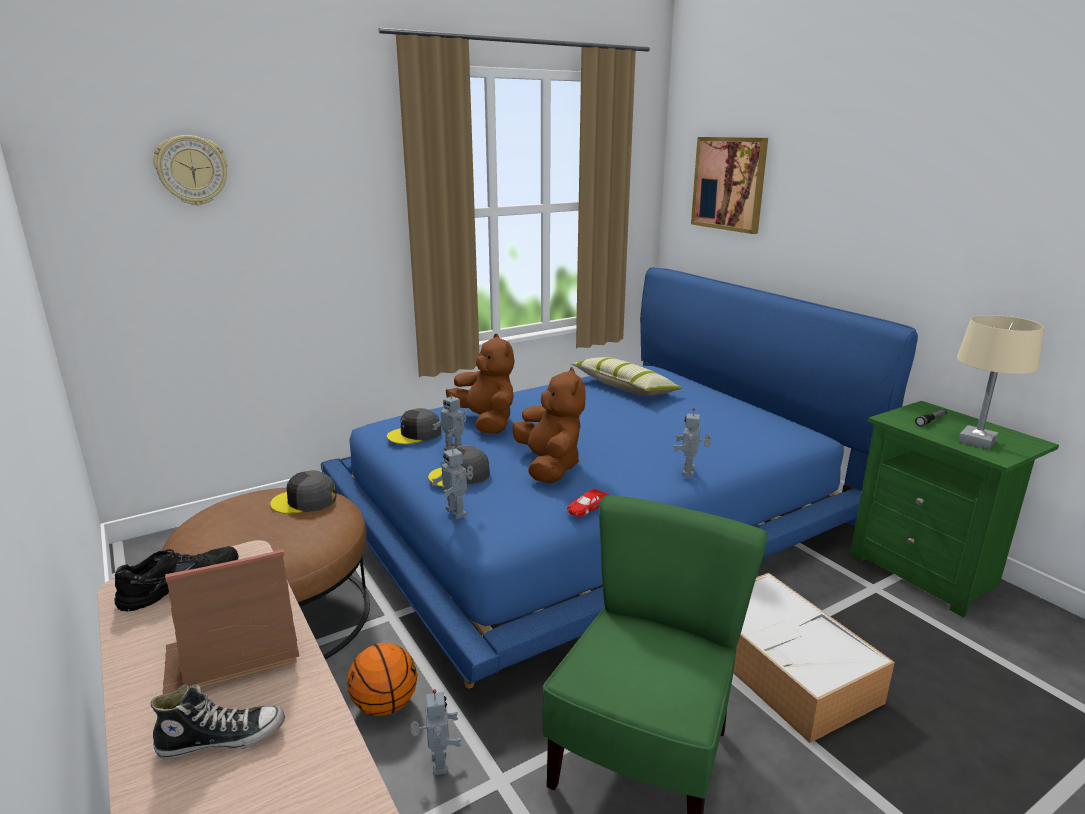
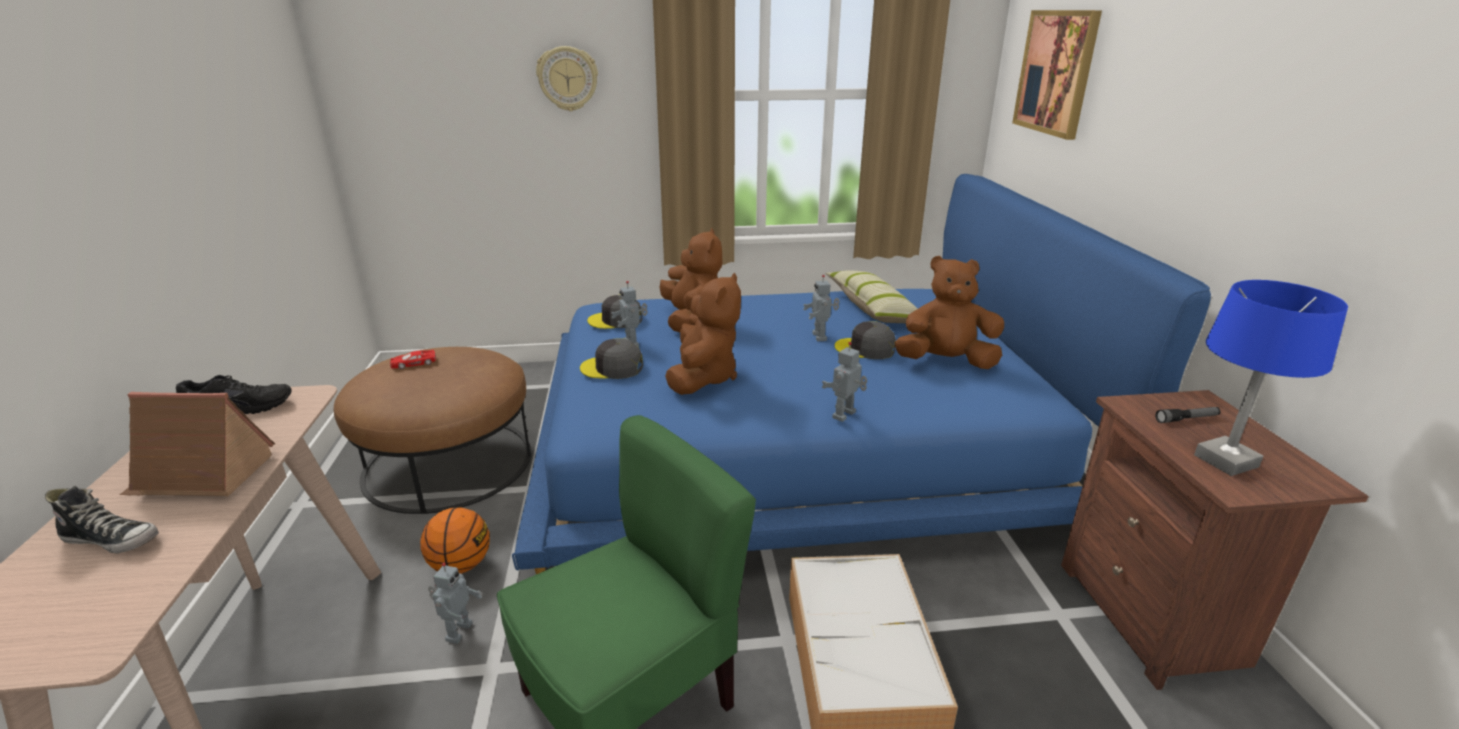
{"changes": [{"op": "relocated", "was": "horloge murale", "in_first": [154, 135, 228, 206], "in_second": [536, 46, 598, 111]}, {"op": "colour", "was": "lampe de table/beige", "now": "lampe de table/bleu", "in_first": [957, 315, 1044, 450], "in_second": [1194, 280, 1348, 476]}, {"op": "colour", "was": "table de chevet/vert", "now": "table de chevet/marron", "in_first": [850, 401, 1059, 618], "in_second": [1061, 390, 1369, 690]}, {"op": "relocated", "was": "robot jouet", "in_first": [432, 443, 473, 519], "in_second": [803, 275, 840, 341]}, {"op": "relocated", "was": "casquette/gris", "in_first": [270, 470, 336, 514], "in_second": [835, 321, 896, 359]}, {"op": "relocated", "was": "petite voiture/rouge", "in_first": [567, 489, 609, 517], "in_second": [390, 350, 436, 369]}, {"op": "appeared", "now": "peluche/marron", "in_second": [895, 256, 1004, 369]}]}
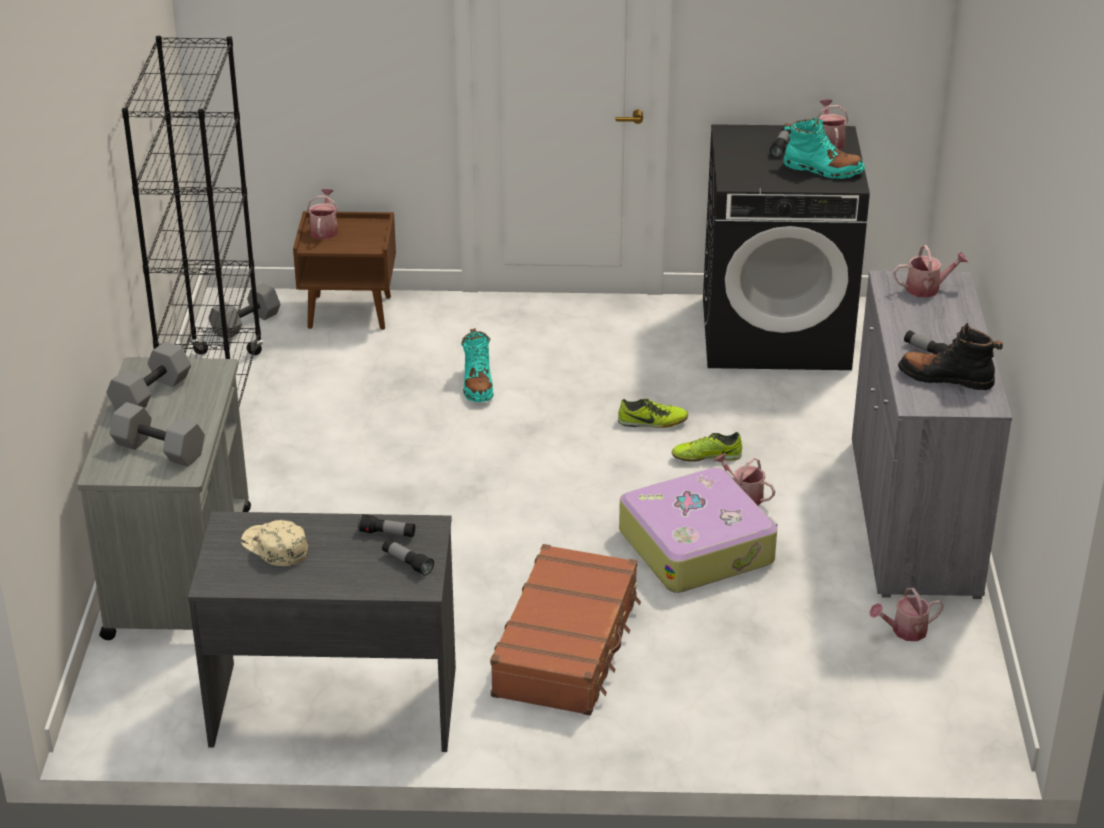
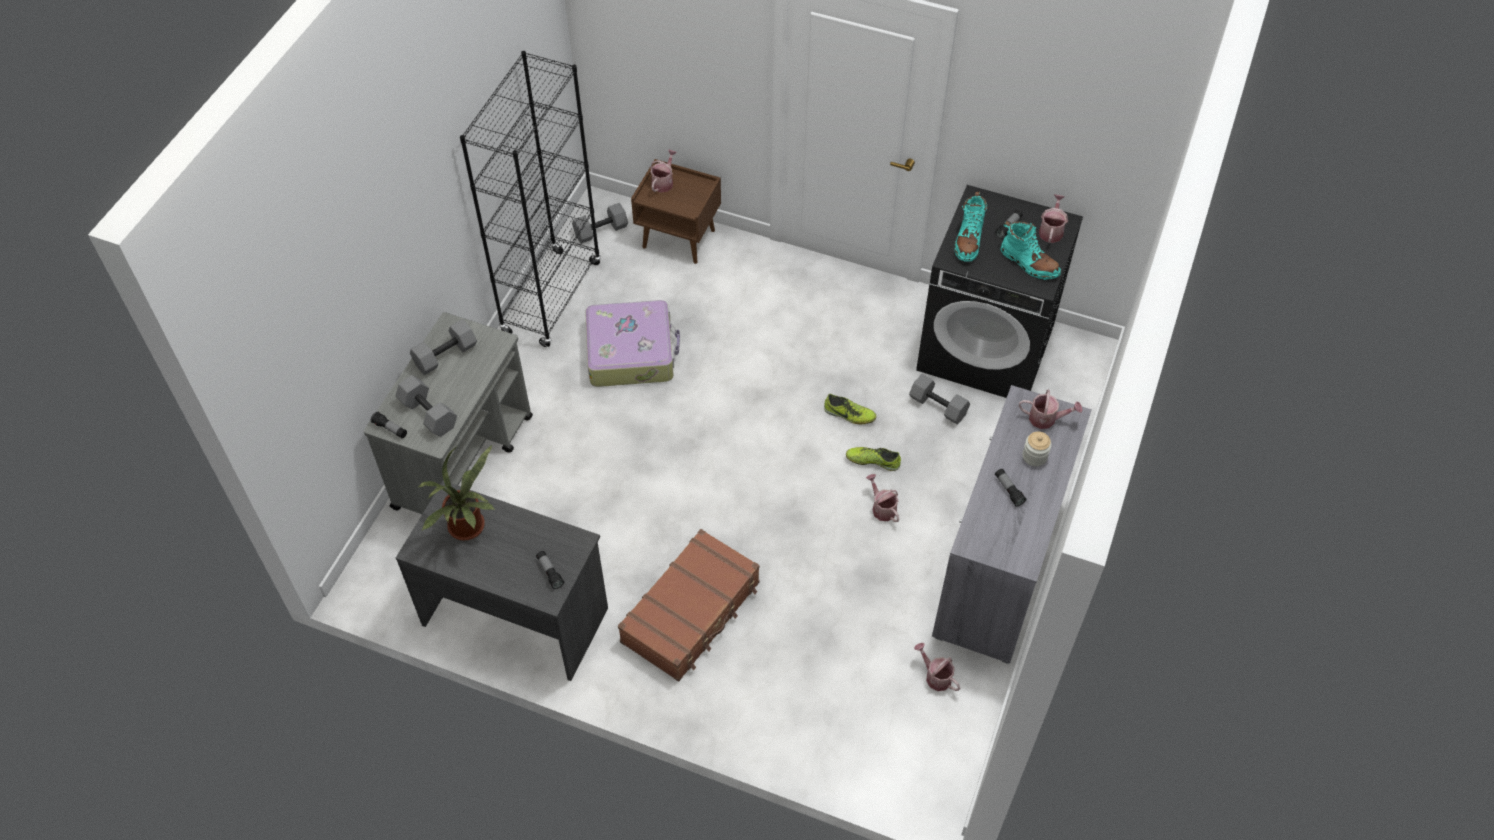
{"changes": [{"op": "missing", "was": "botte/noir", "in_first": [898, 323, 1003, 390]}, {"op": "relocated", "was": "botte/turquoise", "in_first": [461, 328, 493, 402], "in_second": [954, 192, 988, 262]}, {"op": "relocated", "was": "valise", "in_first": [619, 468, 777, 593], "in_second": [585, 300, 680, 387]}, {"op": "relocated", "was": "lampe de poche", "in_first": [358, 514, 415, 537], "in_second": [371, 411, 407, 438]}, {"op": "exchanged", "was": "casquette/beige", "now": "plante en pot", "in_first": [241, 520, 308, 566], "in_second": [419, 445, 496, 541]}, {"op": "spun", "was": "arrosoir", "in_first": [869, 588, 944, 641], "in_second": [914, 643, 960, 691], "clockwise": 45}, {"op": "appeared", "now": "haltère/gris", "in_second": [909, 374, 970, 425]}, {"op": "appeared", "now": "bocal", "in_second": [1022, 432, 1052, 466]}]}
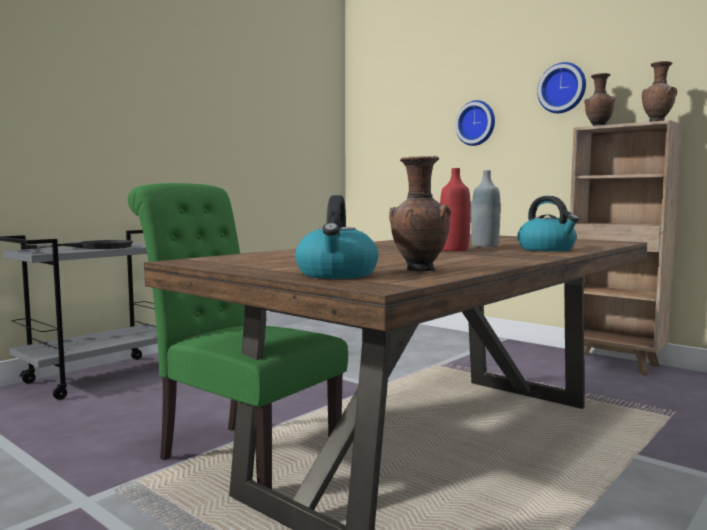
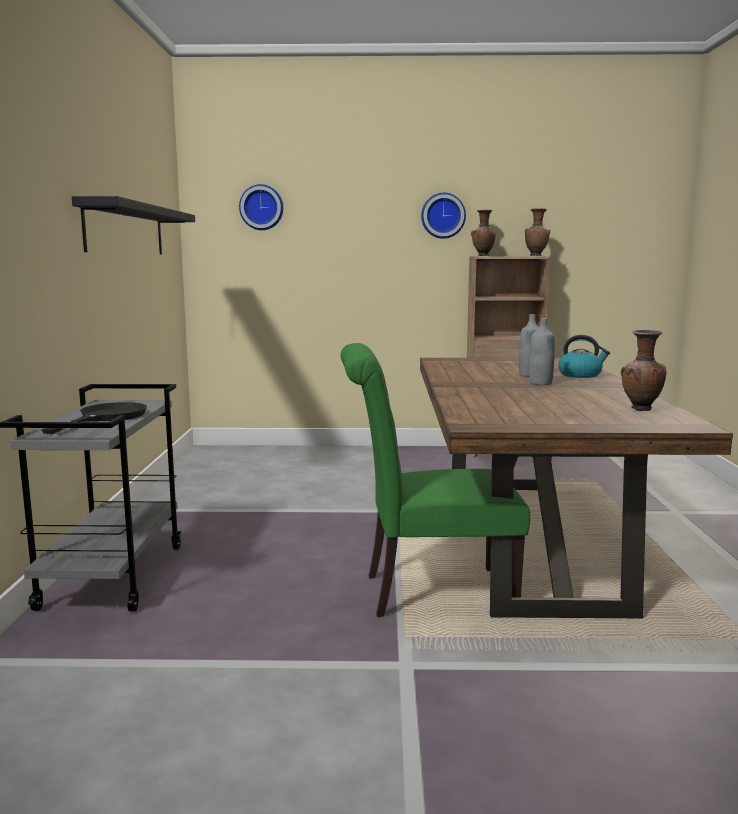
{"changes": [{"op": "relocated", "was": "horloge murale", "in_first": [455, 100, 495, 146], "in_second": [239, 184, 283, 230]}, {"op": "colour", "was": "bouteille/rouge", "now": "bouteille/gris", "in_first": [440, 168, 471, 251], "in_second": [529, 318, 555, 385]}, {"op": "missing", "was": "bouilloire", "in_first": [295, 195, 378, 279]}, {"op": "appeared", "now": "étagère/noir", "in_second": [72, 196, 195, 254]}]}
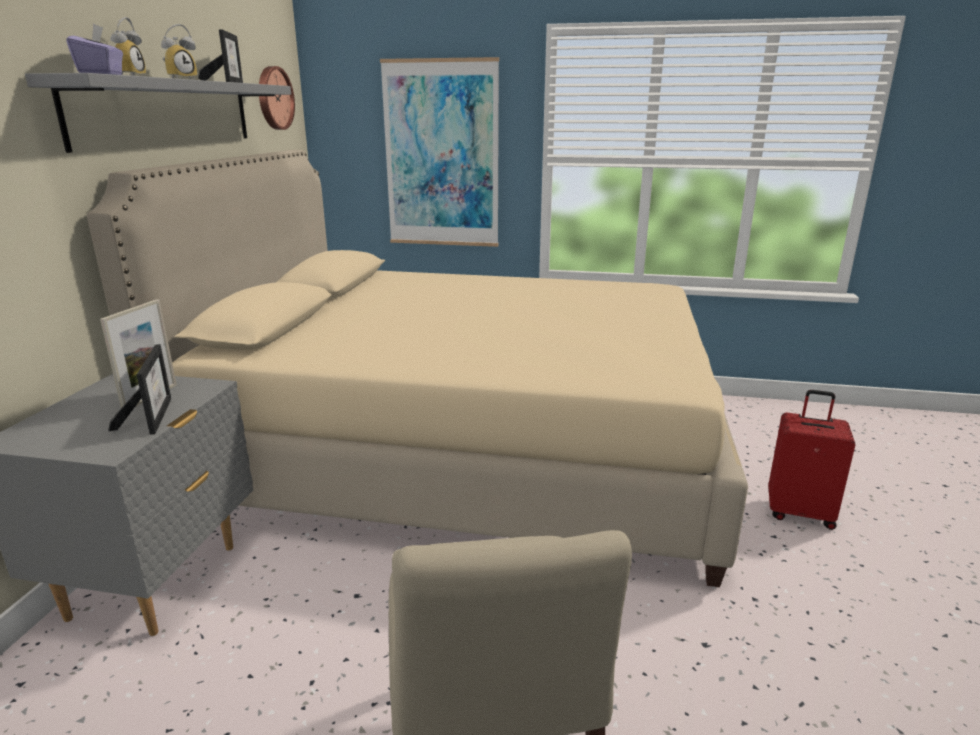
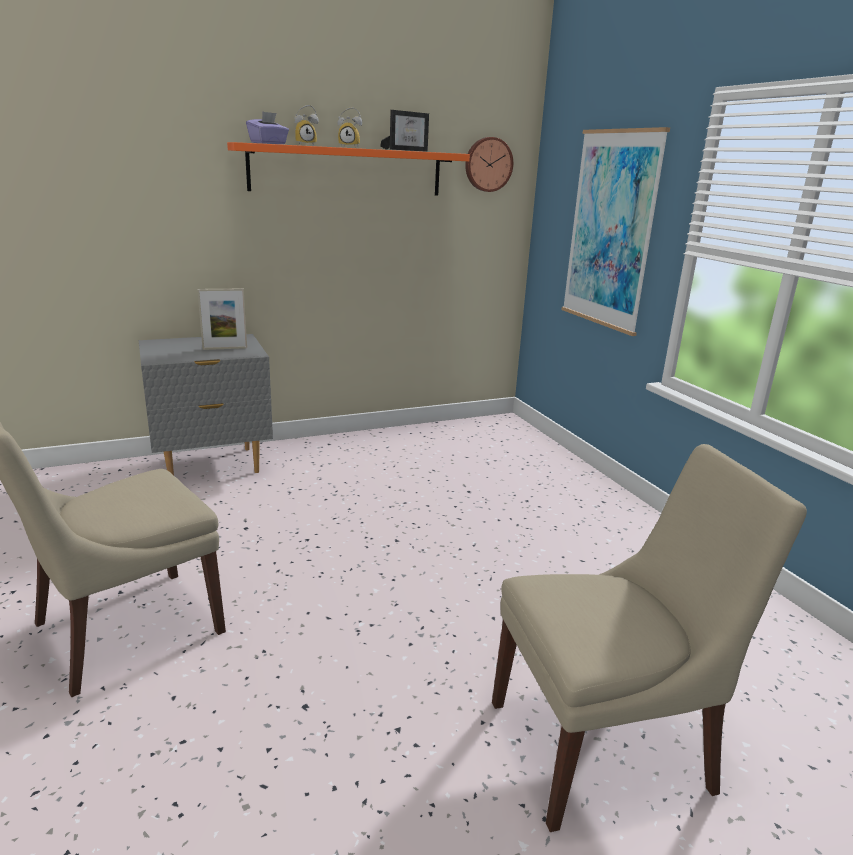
{"changes": [{"op": "colour", "was": "étagère/gris", "now": "étagère/orange", "in_first": [25, 73, 291, 153], "in_second": [227, 142, 470, 196]}, {"op": "missing", "was": "lit/beige", "in_first": [87, 150, 748, 587]}, {"op": "missing", "was": "cadre photo", "in_first": [108, 344, 172, 435]}, {"op": "exchanged", "was": "valise/rouge", "now": "chaise/beige", "in_first": [768, 390, 855, 530], "in_second": [492, 444, 807, 832]}]}
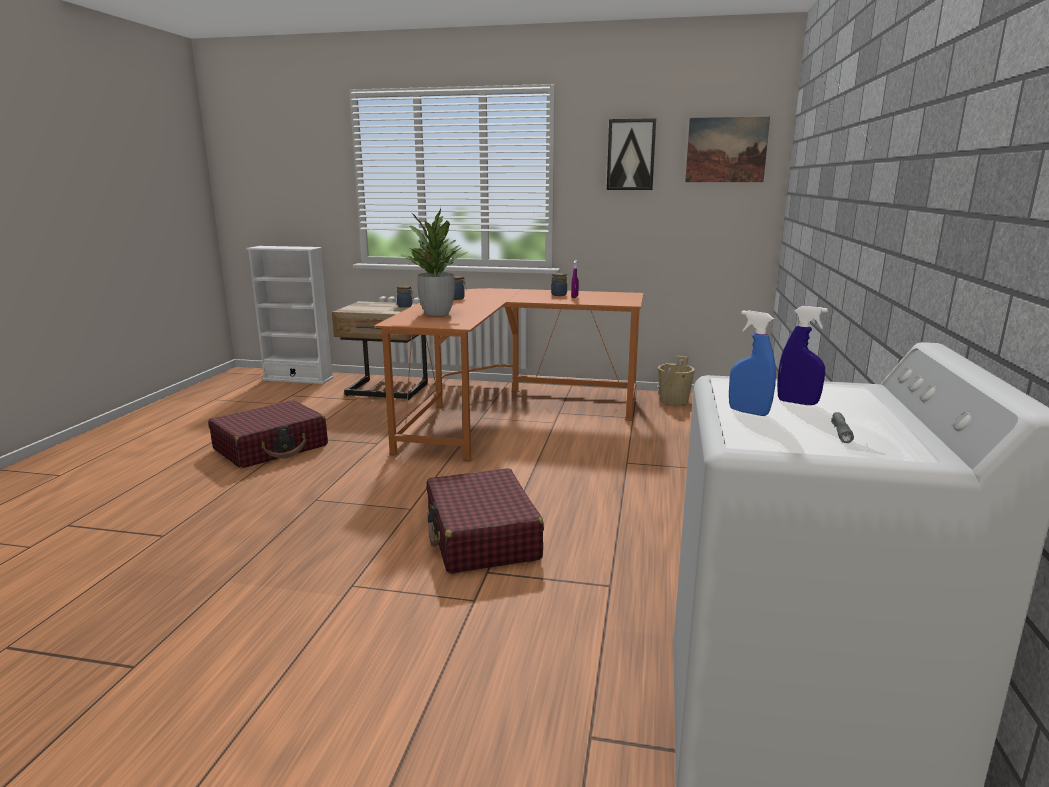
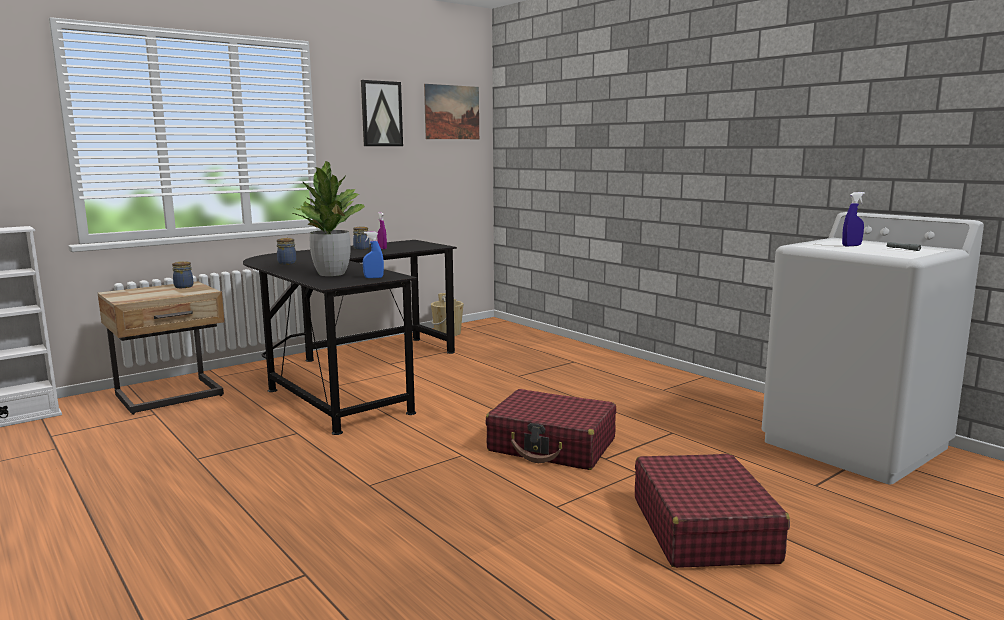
{"changes": [{"op": "colour", "was": "bureau/orange", "now": "bureau/noir", "in_first": [374, 288, 644, 462], "in_second": [243, 240, 457, 435]}, {"op": "relocated", "was": "vaporisateur/bleu", "in_first": [729, 310, 776, 416], "in_second": [363, 231, 384, 278]}, {"op": "relocated", "was": "valise/rouge", "in_first": [208, 400, 328, 468], "in_second": [635, 453, 790, 568]}]}
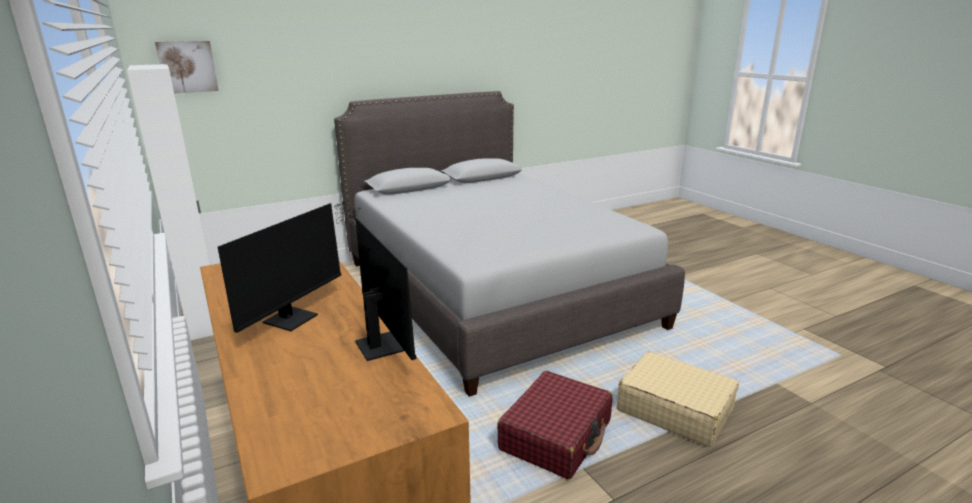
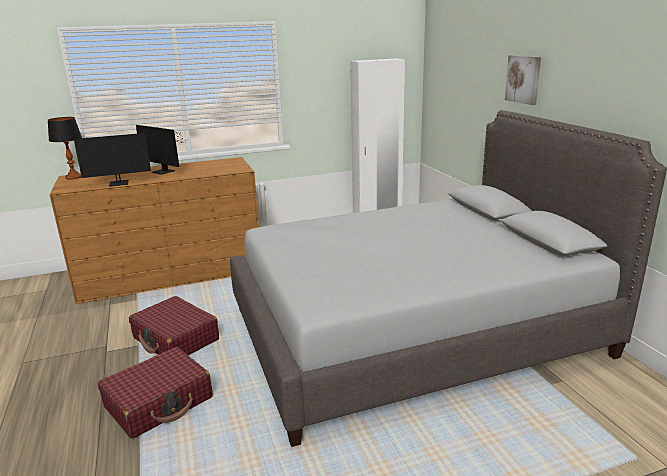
{"changes": [{"op": "relocated", "was": "tableau", "in_first": [155, 41, 219, 93], "in_second": [505, 55, 541, 105]}, {"op": "colour", "was": "valise/beige", "now": "valise/rouge", "in_first": [617, 352, 739, 447], "in_second": [98, 347, 213, 439]}, {"op": "appeared", "now": "lampe de table", "in_second": [48, 117, 82, 179]}]}
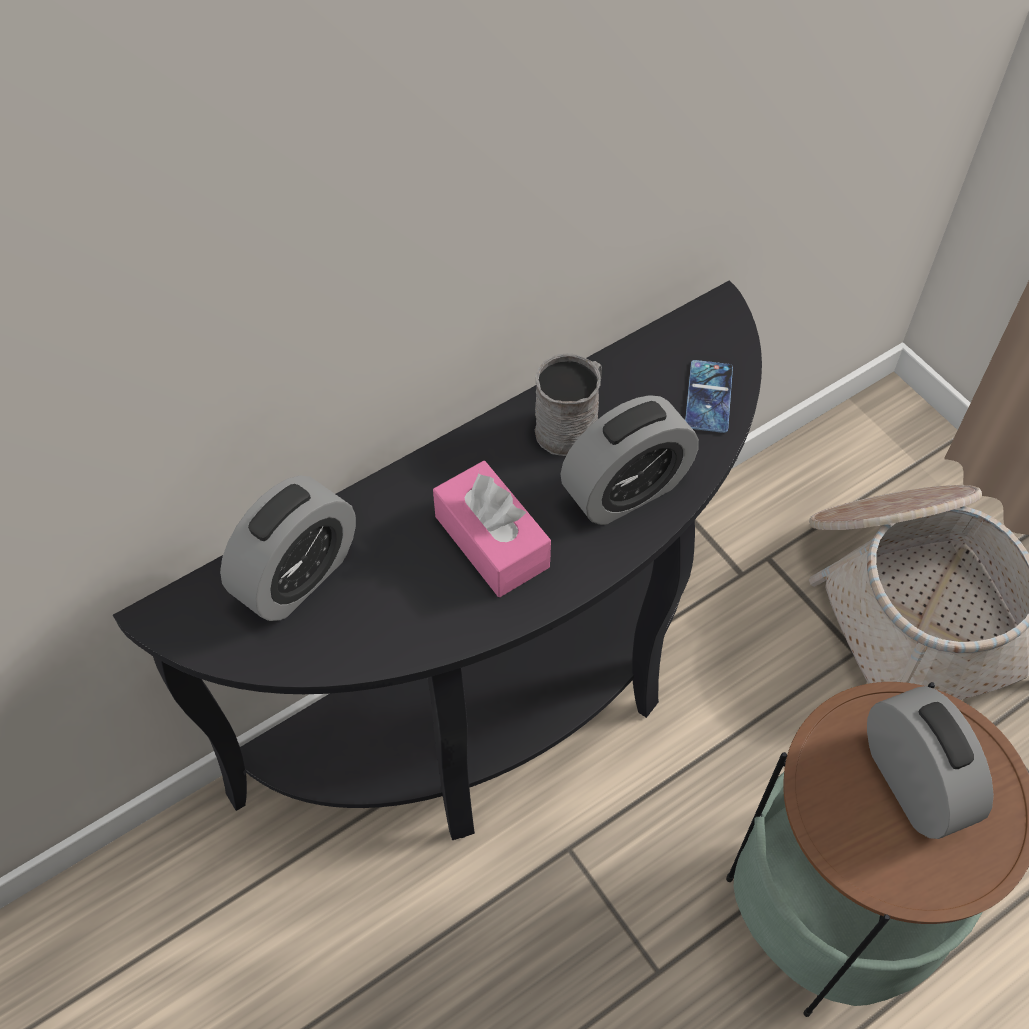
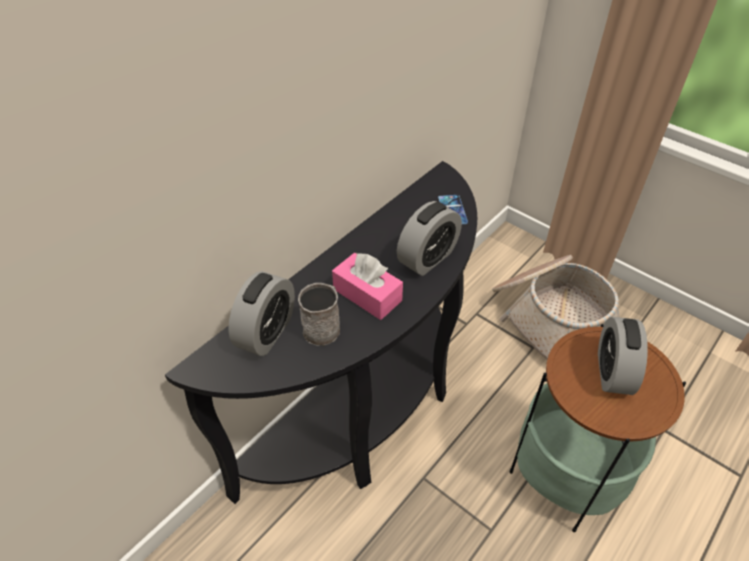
{"changes": [{"op": "relocated", "was": "mug/gris", "in_first": [535, 353, 602, 456], "in_second": [298, 283, 340, 346]}, {"op": "spun", "was": "réveil", "in_first": [867, 686, 994, 839], "in_second": [598, 317, 648, 395], "clockwise": -135}]}
